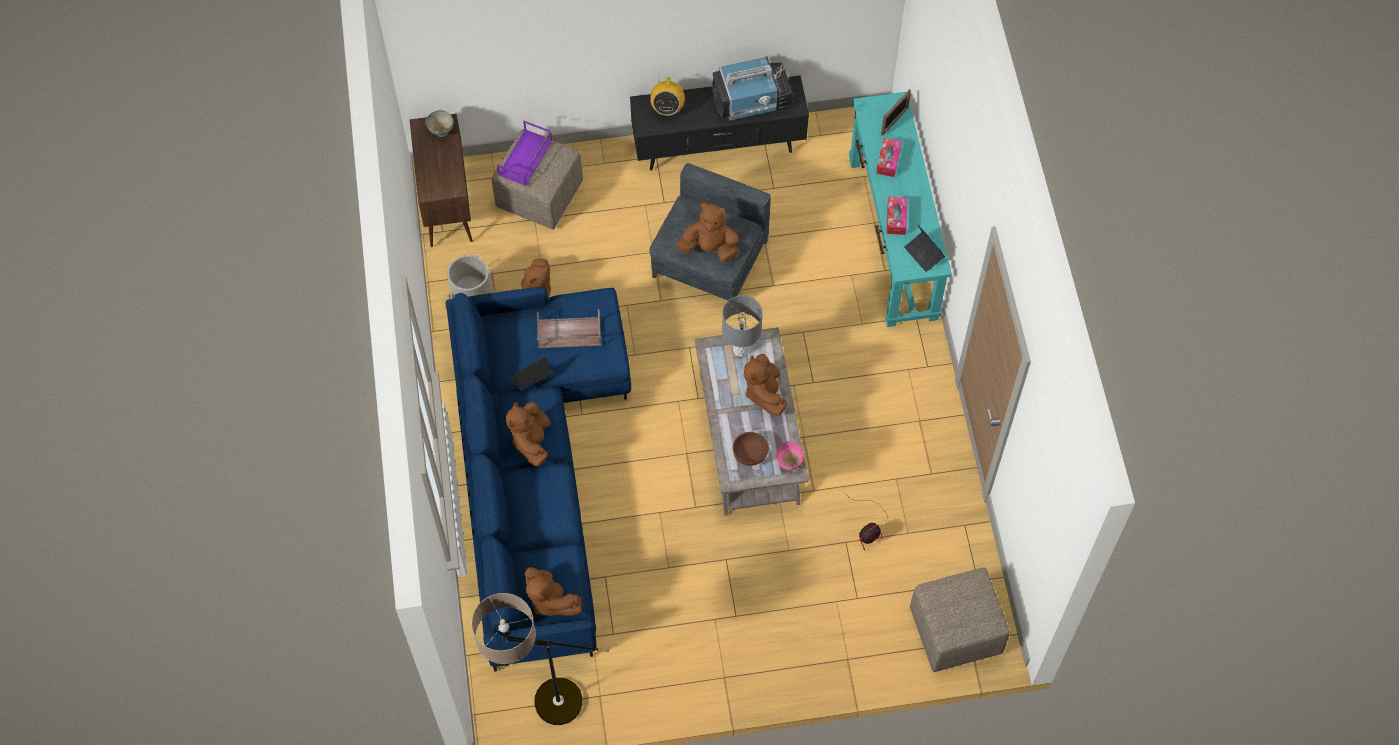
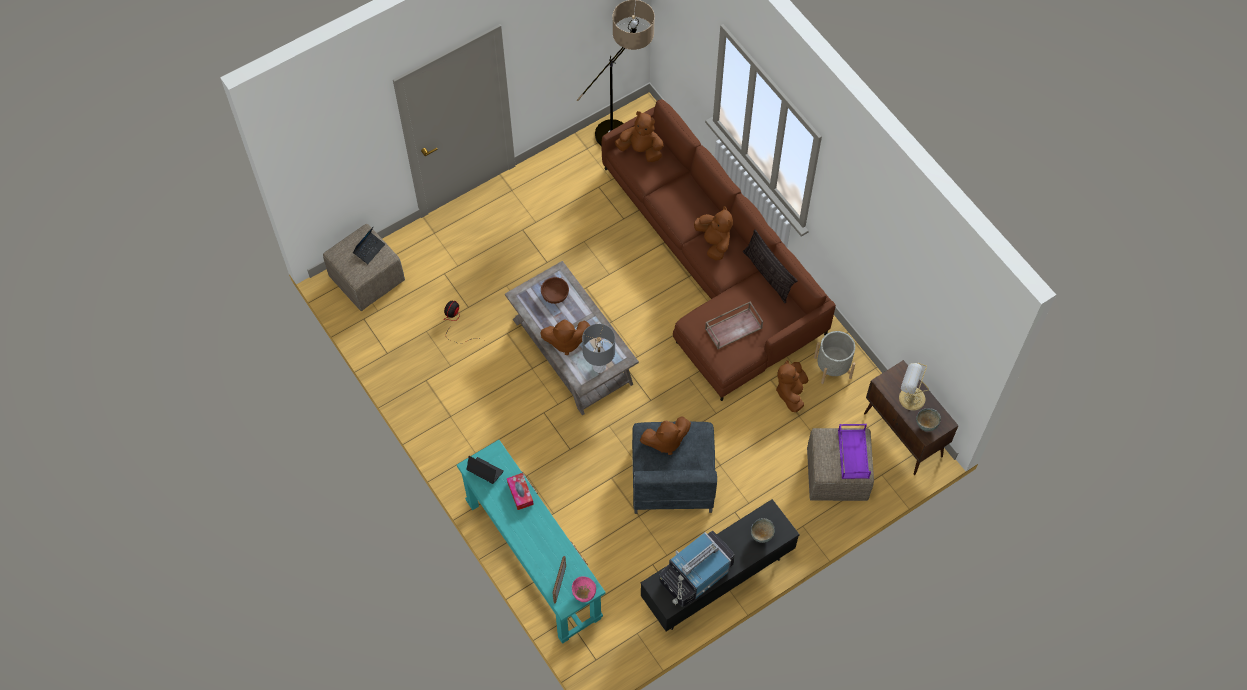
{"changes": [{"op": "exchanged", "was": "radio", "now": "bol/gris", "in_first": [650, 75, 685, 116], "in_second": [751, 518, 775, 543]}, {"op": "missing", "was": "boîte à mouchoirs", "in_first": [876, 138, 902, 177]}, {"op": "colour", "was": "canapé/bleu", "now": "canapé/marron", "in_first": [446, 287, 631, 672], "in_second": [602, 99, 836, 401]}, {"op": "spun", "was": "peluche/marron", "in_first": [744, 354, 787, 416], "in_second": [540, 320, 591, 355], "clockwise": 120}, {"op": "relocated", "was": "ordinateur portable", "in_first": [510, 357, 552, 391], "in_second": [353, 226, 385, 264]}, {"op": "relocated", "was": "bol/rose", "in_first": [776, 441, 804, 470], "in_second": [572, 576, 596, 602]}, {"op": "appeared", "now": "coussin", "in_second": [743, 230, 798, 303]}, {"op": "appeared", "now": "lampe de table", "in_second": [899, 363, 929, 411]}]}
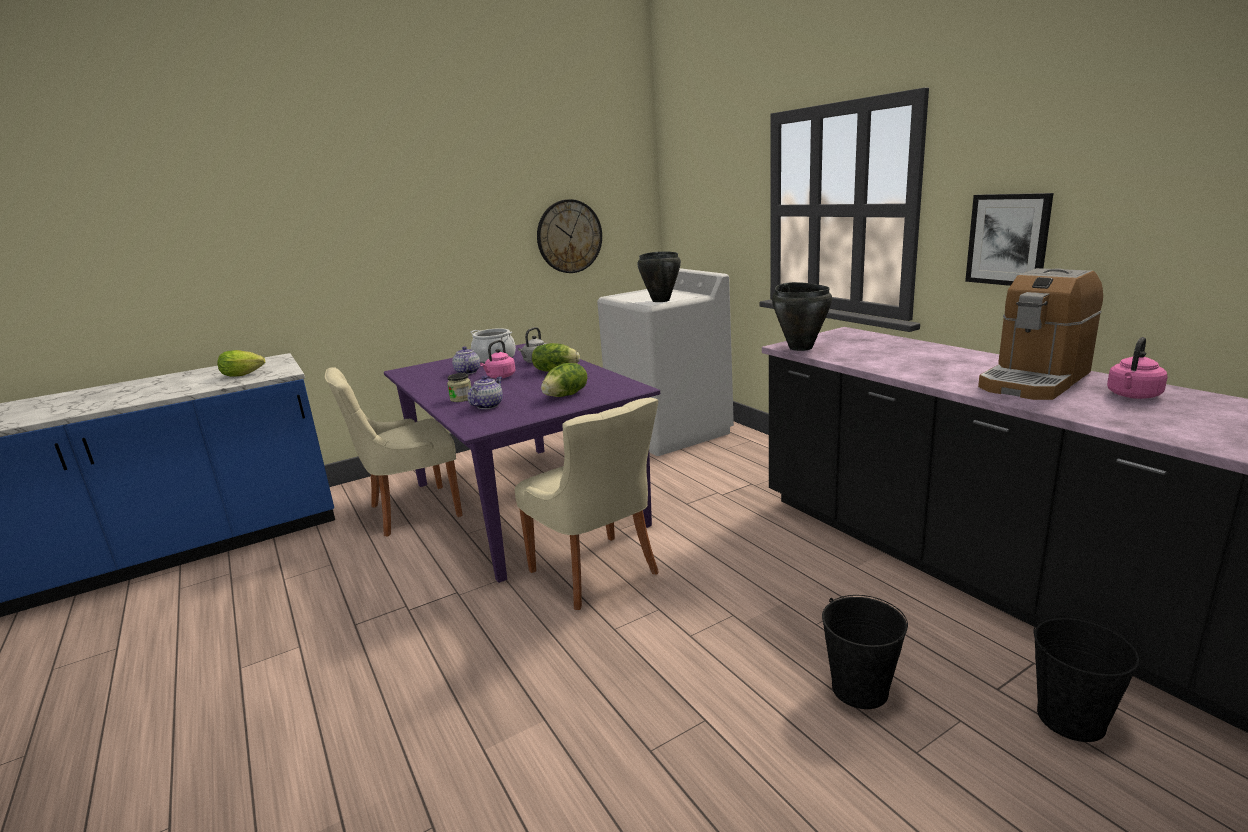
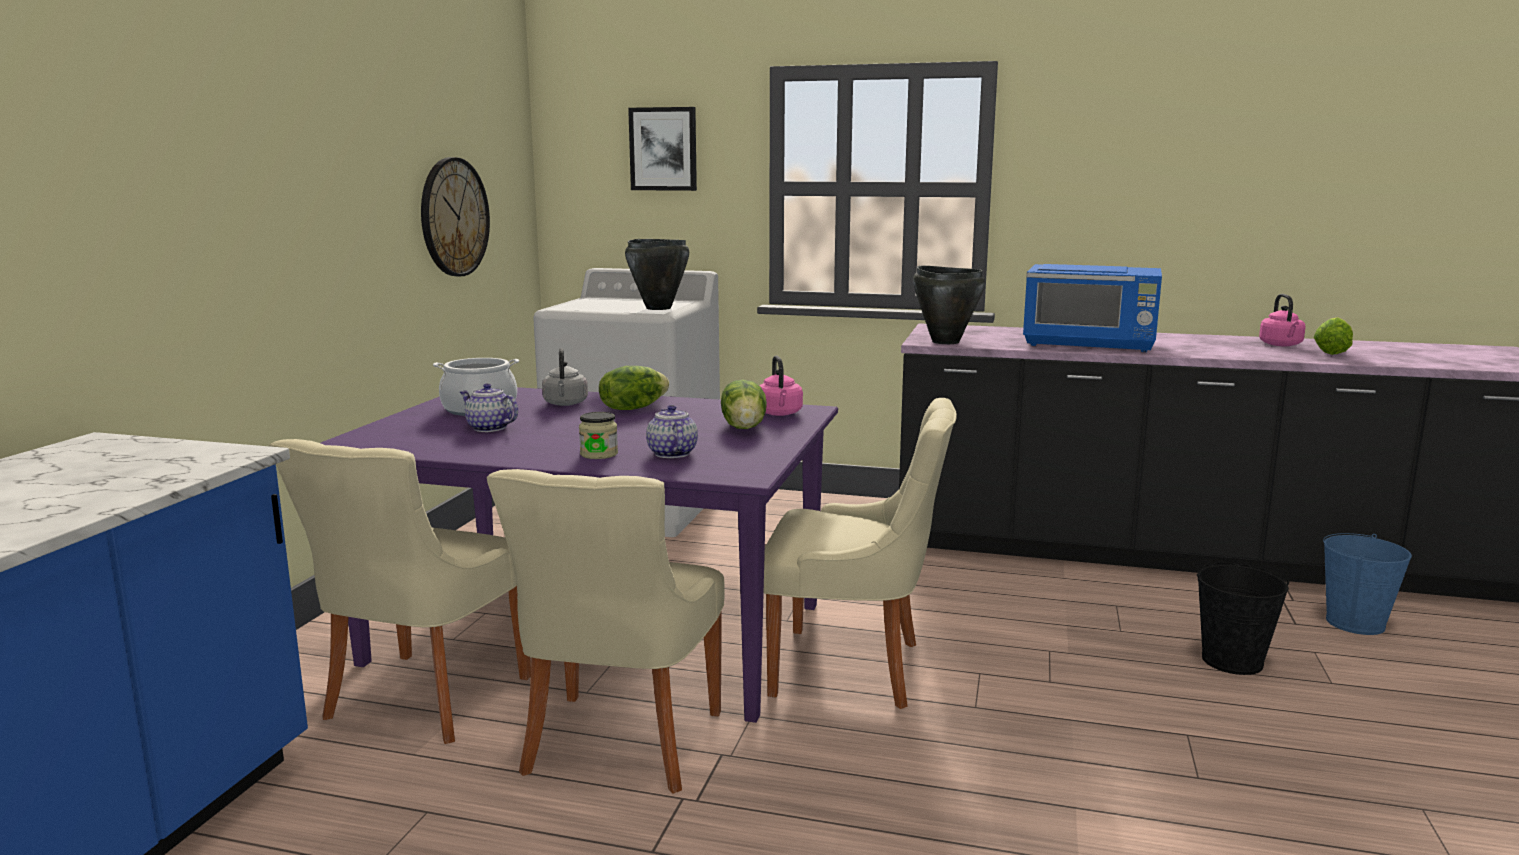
{"changes": [{"op": "relocated", "was": "tableau", "in_first": [965, 193, 1054, 286], "in_second": [628, 107, 697, 191]}, {"op": "missing", "was": "machine à café", "in_first": [978, 268, 1103, 400]}, {"op": "relocated", "was": "bouilloire/rose", "in_first": [480, 340, 516, 378], "in_second": [760, 356, 803, 416]}, {"op": "relocated", "was": "laitue", "in_first": [218, 350, 265, 377], "in_second": [1314, 317, 1353, 355]}, {"op": "colour", "was": "seau/noir", "now": "seau/bleu", "in_first": [1034, 616, 1140, 742], "in_second": [1323, 533, 1412, 635]}, {"op": "appeared", "now": "micro-ondes/bleu", "in_second": [1023, 264, 1162, 352]}, {"op": "appeared", "now": "chaise/beige", "in_second": [487, 469, 725, 793]}]}
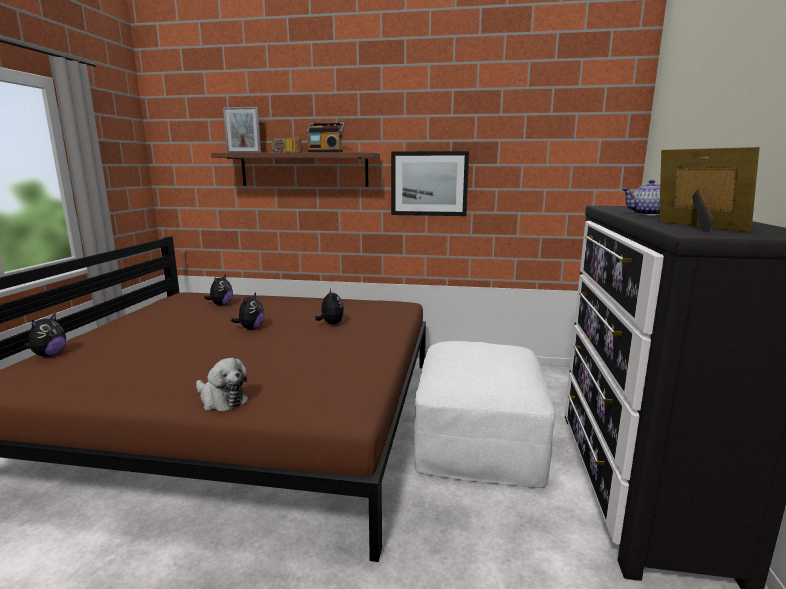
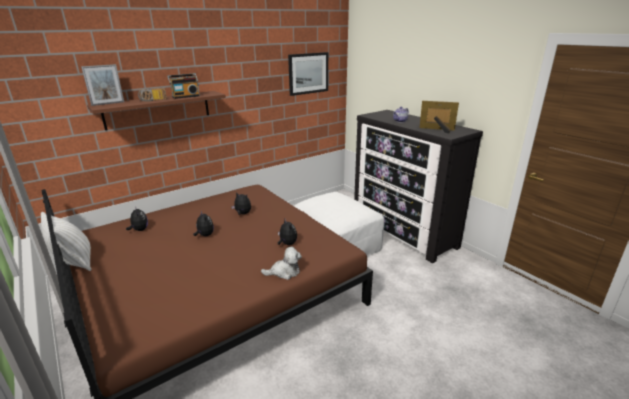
{"changes": [{"op": "relocated", "was": "tableau", "in_first": [391, 151, 469, 216], "in_second": [288, 52, 328, 96]}, {"op": "relocated", "was": "peluche", "in_first": [24, 313, 66, 357], "in_second": [278, 219, 297, 245]}, {"op": "appeared", "now": "coussin/blanc", "in_second": [41, 212, 92, 271]}]}
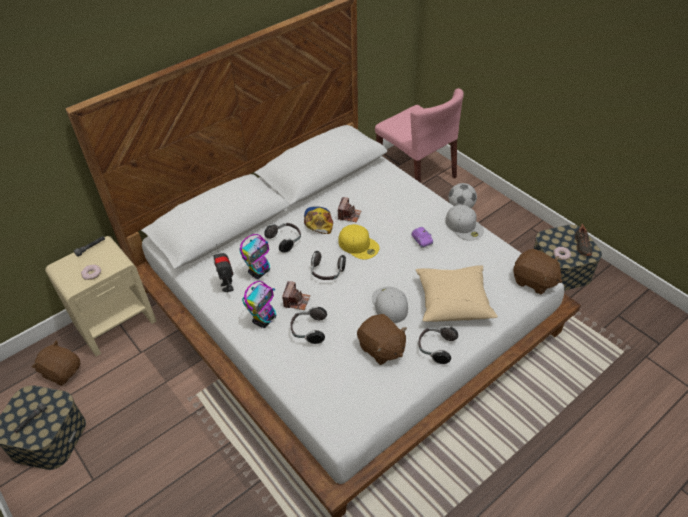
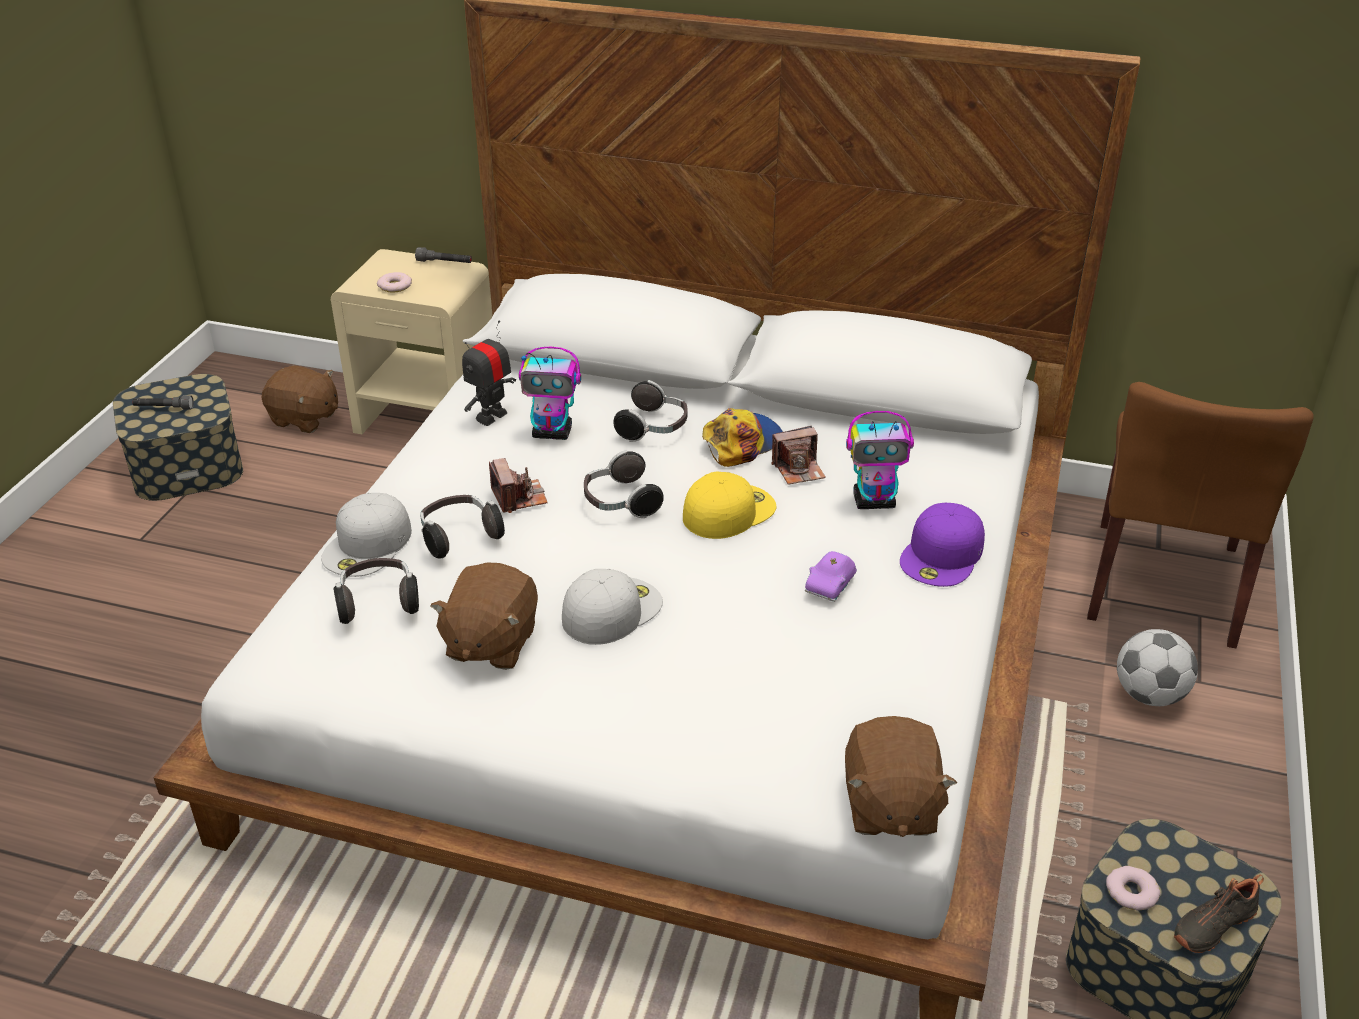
{"changes": [{"op": "colour", "was": "chaise/rose", "now": "chaise/marron", "in_first": [375, 88, 464, 183], "in_second": [1087, 382, 1314, 648]}, {"op": "relocated", "was": "casquette/blanc", "in_first": [446, 205, 484, 240], "in_second": [321, 493, 412, 577]}, {"op": "spun", "was": "casquette/jaune", "in_first": [338, 224, 379, 260], "in_second": [683, 472, 777, 539], "clockwise": -135}, {"op": "missing", "was": "coussin/beige", "in_first": [416, 266, 498, 322]}, {"op": "relocated", "was": "robot jouet", "in_first": [242, 281, 276, 328], "in_second": [846, 411, 914, 509]}, {"op": "spun", "was": "appareil photo", "in_first": [282, 281, 310, 310], "in_second": [489, 458, 548, 513], "clockwise": -90}, {"op": "relocated", "was": "casque audio", "in_first": [419, 326, 458, 364], "in_second": [333, 558, 419, 624]}, {"op": "spun", "was": "peluche/marron", "in_first": [32, 340, 80, 386], "in_second": [262, 366, 338, 433], "clockwise": 120}, {"op": "appeared", "now": "casquette/violet", "in_second": [900, 503, 985, 587]}]}
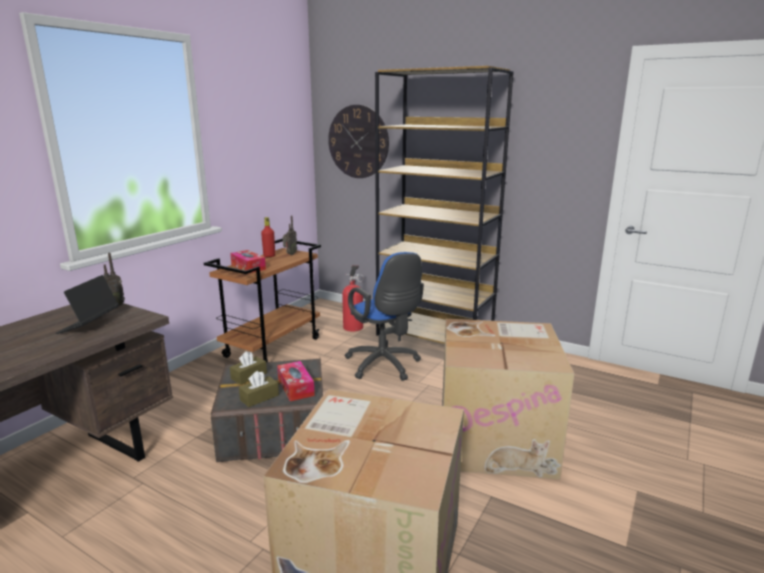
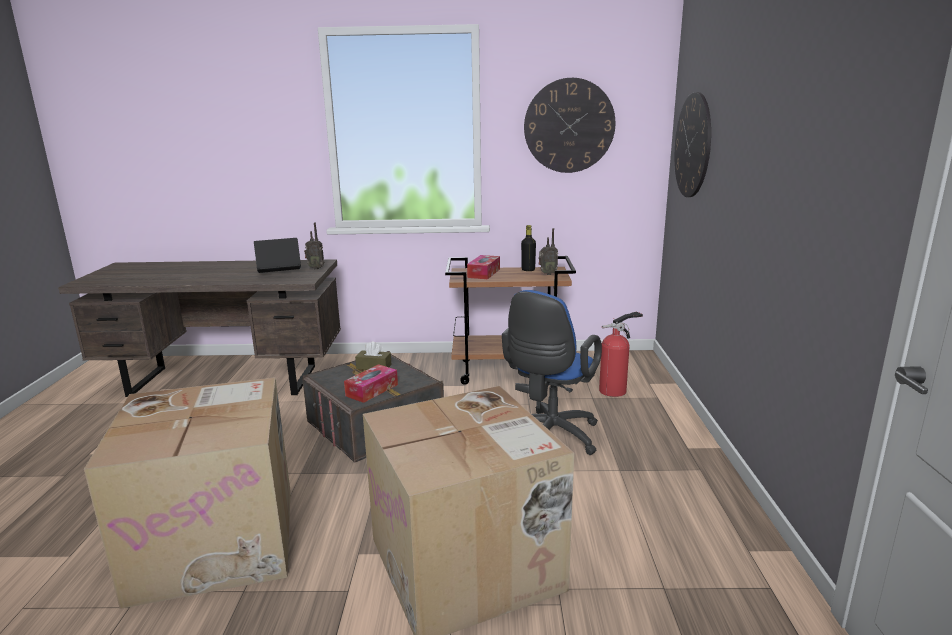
{"changes": [{"op": "missing", "was": "bibliothèque/marron", "in_first": [375, 66, 513, 344]}, {"op": "colour", "was": "bouteille/rouge", "now": "bouteille/noir", "in_first": [261, 217, 275, 257], "in_second": [521, 225, 536, 271]}, {"op": "missing", "was": "boîte à mouchoirs/marron", "in_first": [239, 371, 279, 407]}, {"op": "appeared", "now": "horloge murale", "in_second": [524, 78, 615, 173]}]}
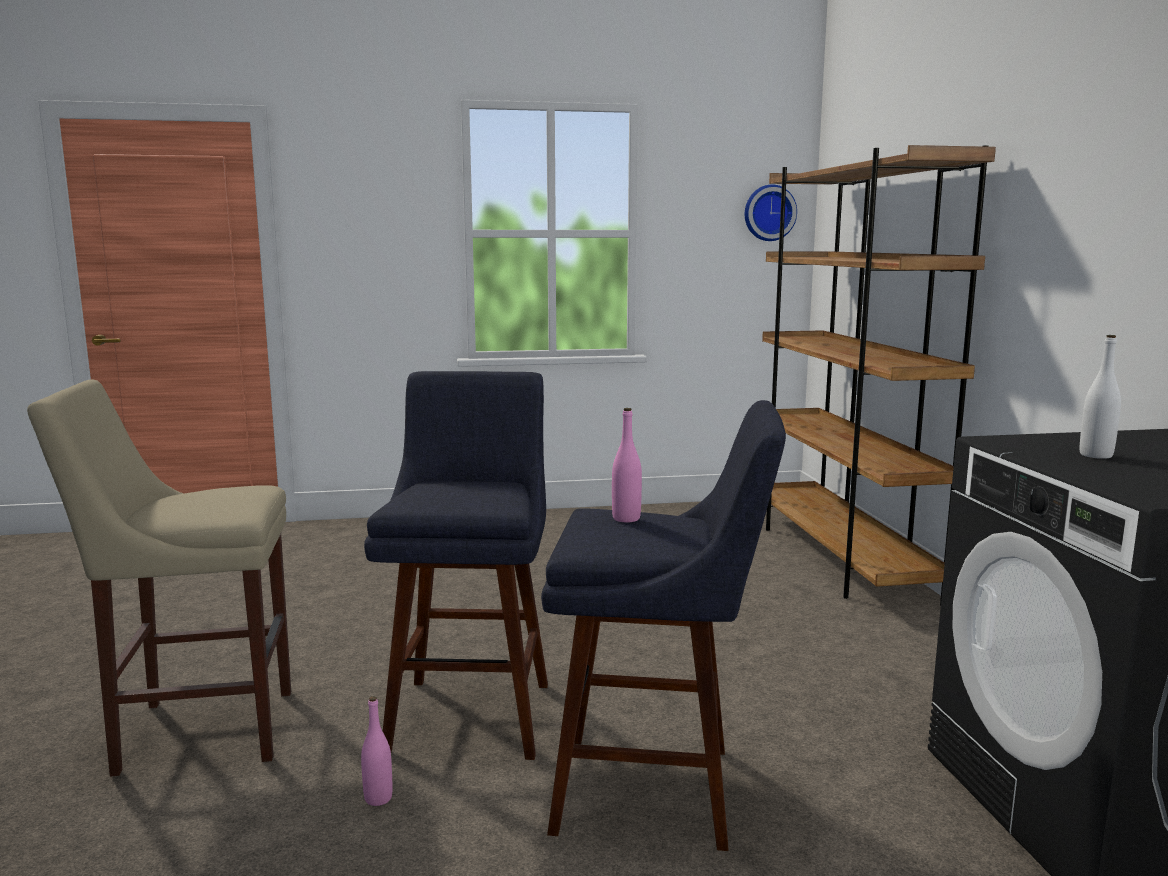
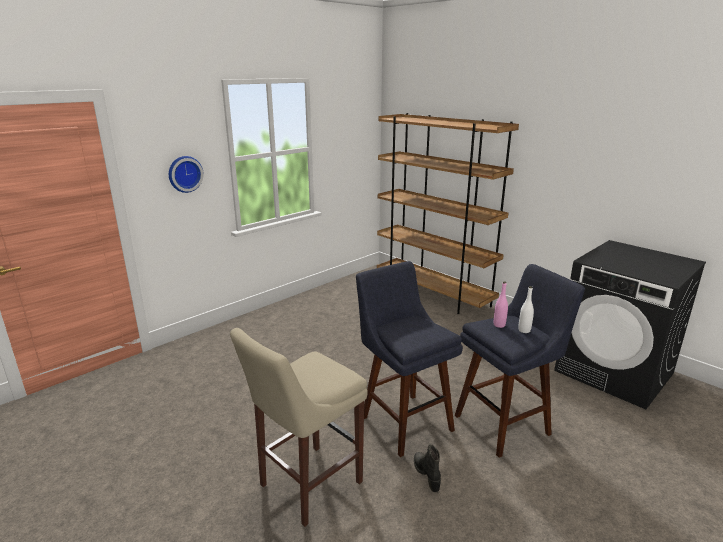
{"changes": [{"op": "relocated", "was": "horloge murale", "in_first": [745, 184, 797, 241], "in_second": [169, 156, 204, 193]}, {"op": "relocated", "was": "bouteille/blanc", "in_first": [1080, 335, 1121, 459], "in_second": [518, 286, 534, 333]}, {"op": "exchanged", "was": "bouteille/rose", "now": "botte/noir", "in_first": [361, 696, 392, 806], "in_second": [414, 444, 441, 492]}]}
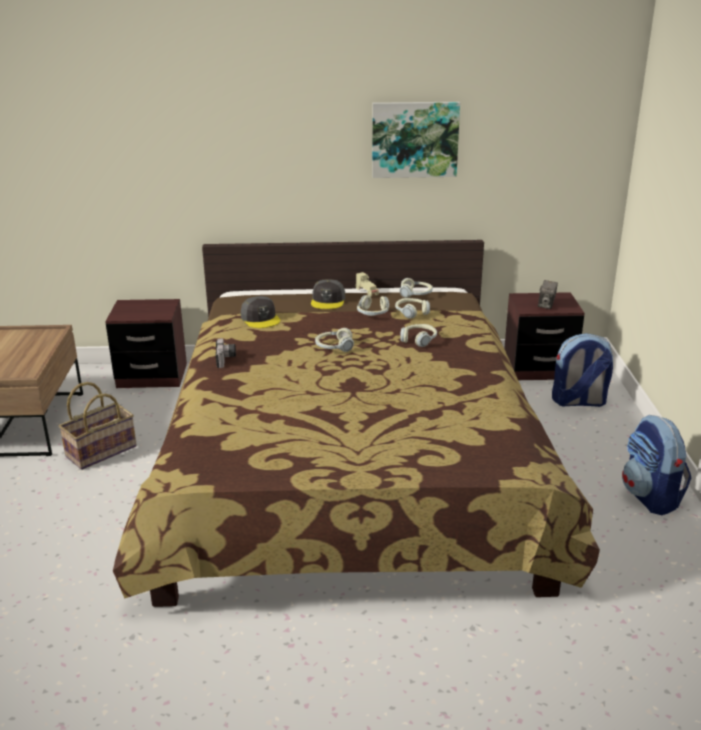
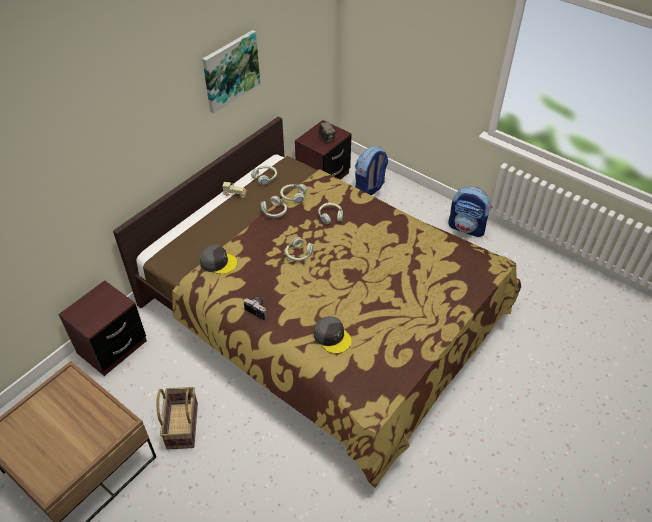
{"changes": [{"op": "relocated", "was": "casquette/gris", "in_first": [311, 279, 345, 309], "in_second": [314, 316, 352, 353]}]}
